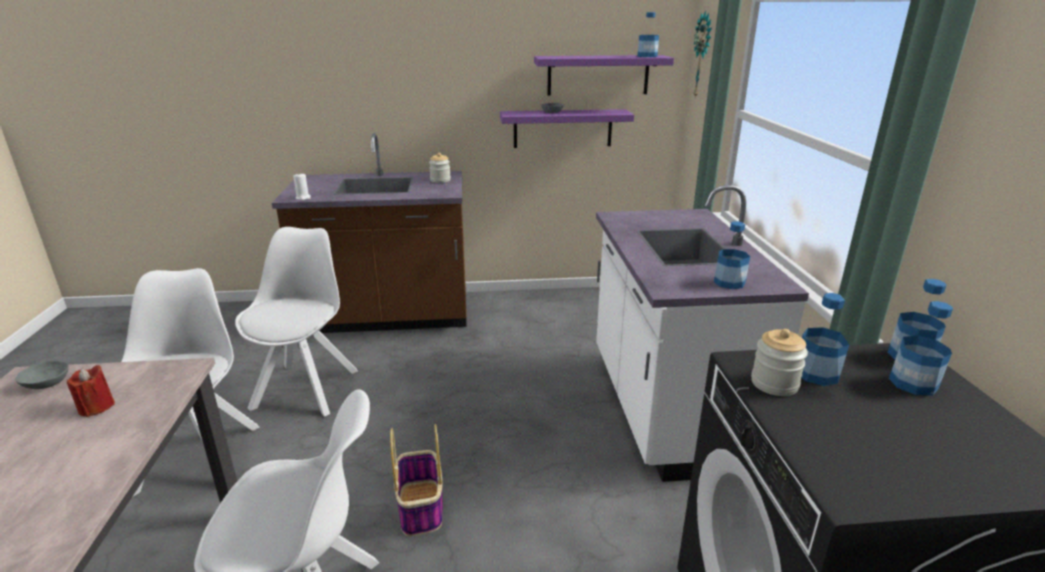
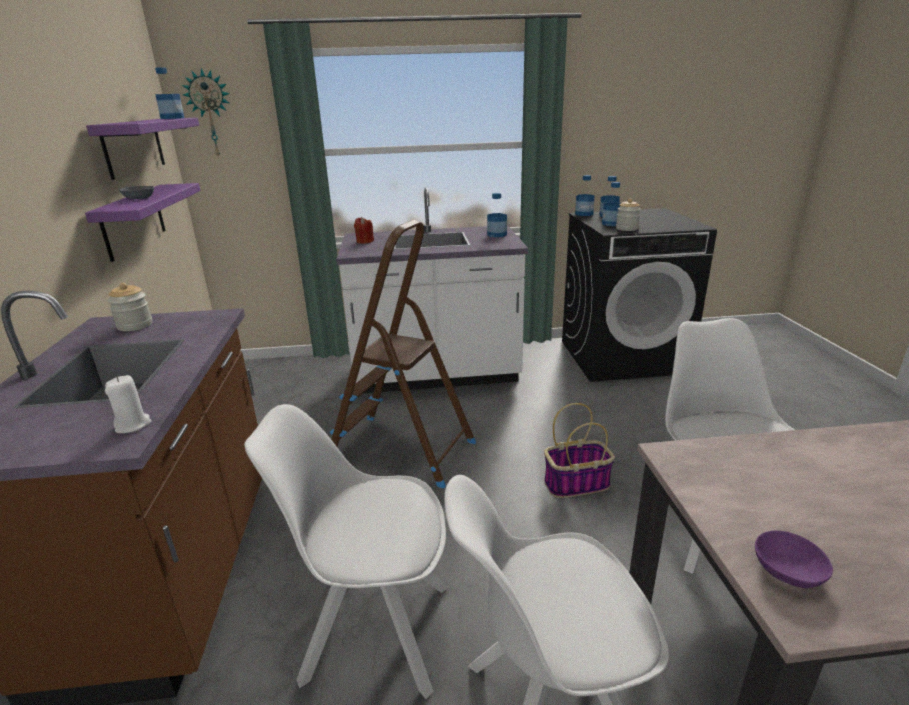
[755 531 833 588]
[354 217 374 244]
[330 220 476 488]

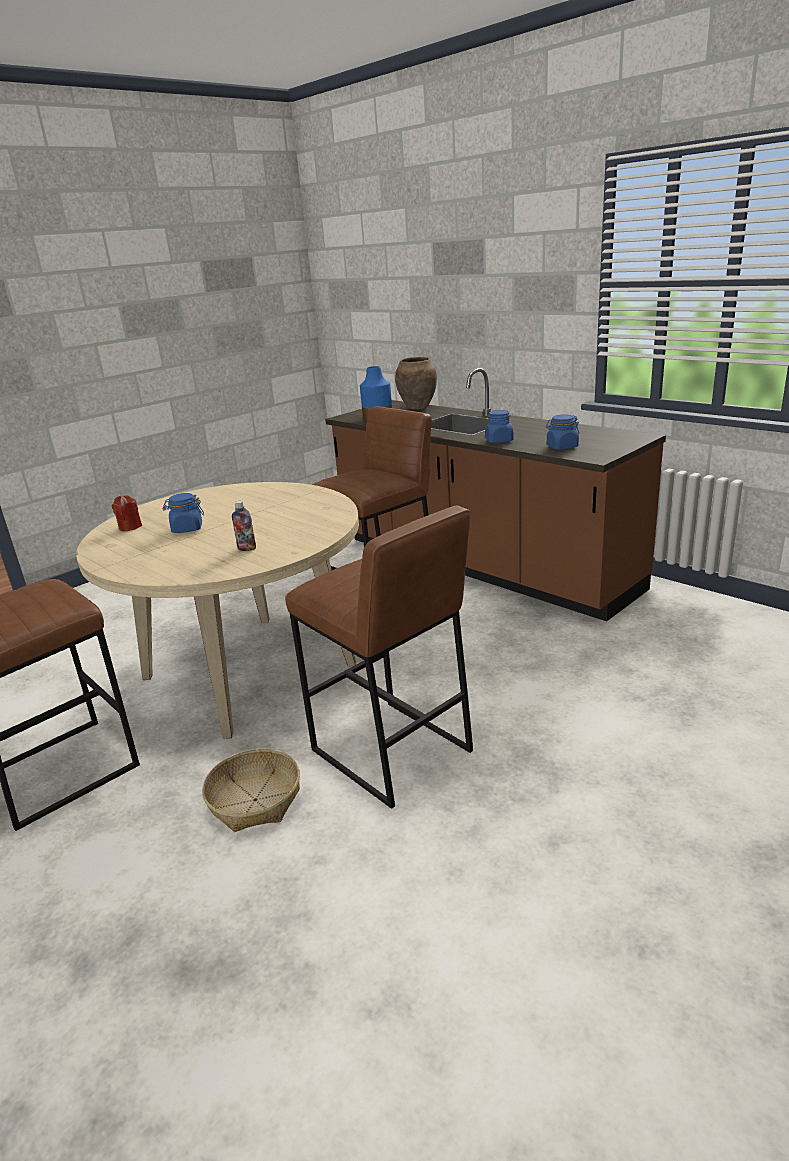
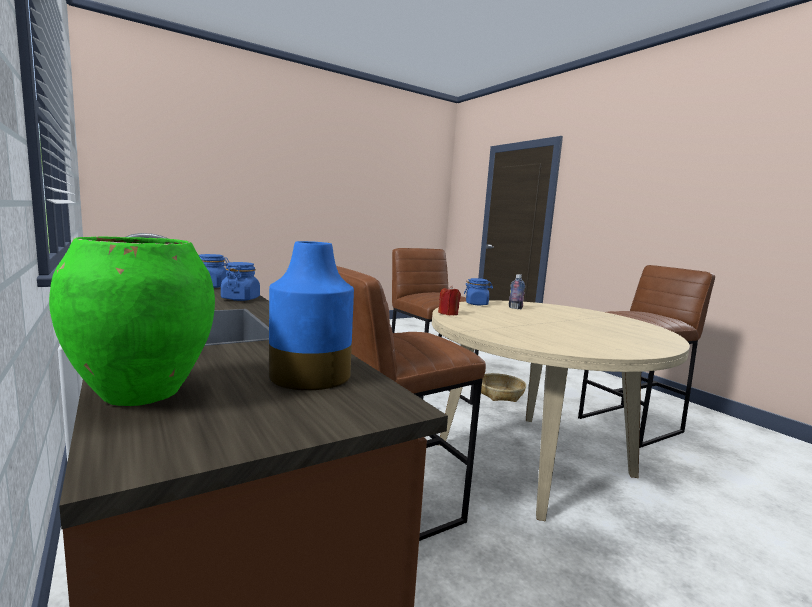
[438 286 461 315]
[464 278 493 305]
[49 237 215 406]

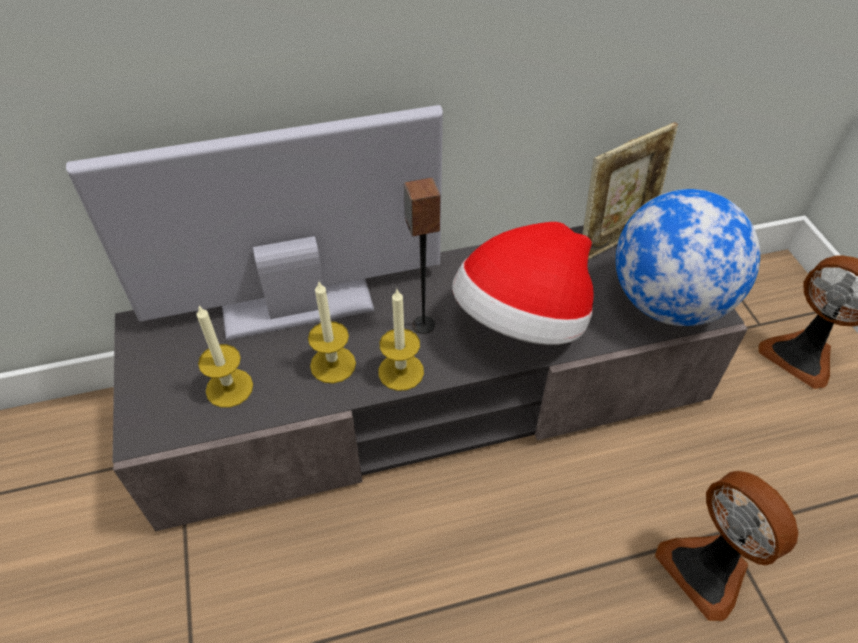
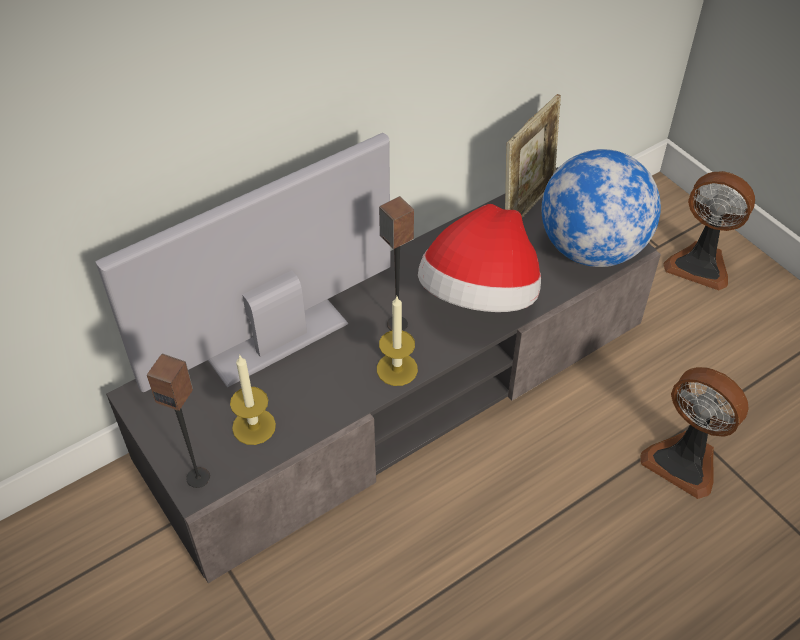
[308 282 356 383] (first image)
[147 353 210 488]

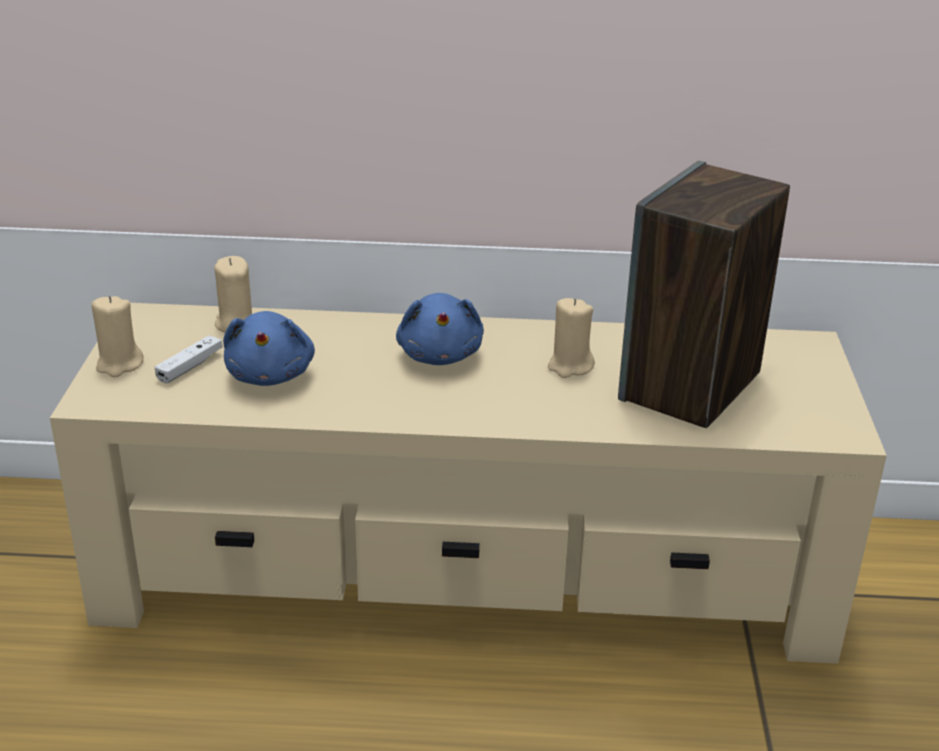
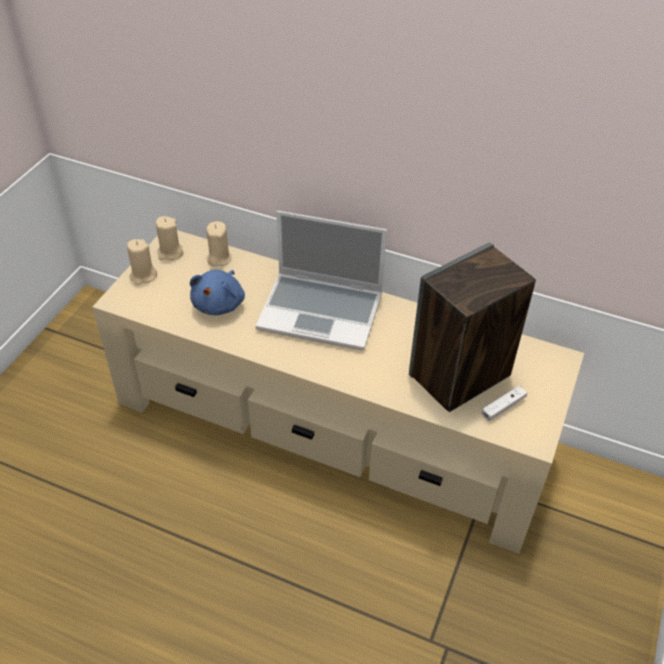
[482 386 527 421]
[256 211 387 351]
[156 216 183 260]

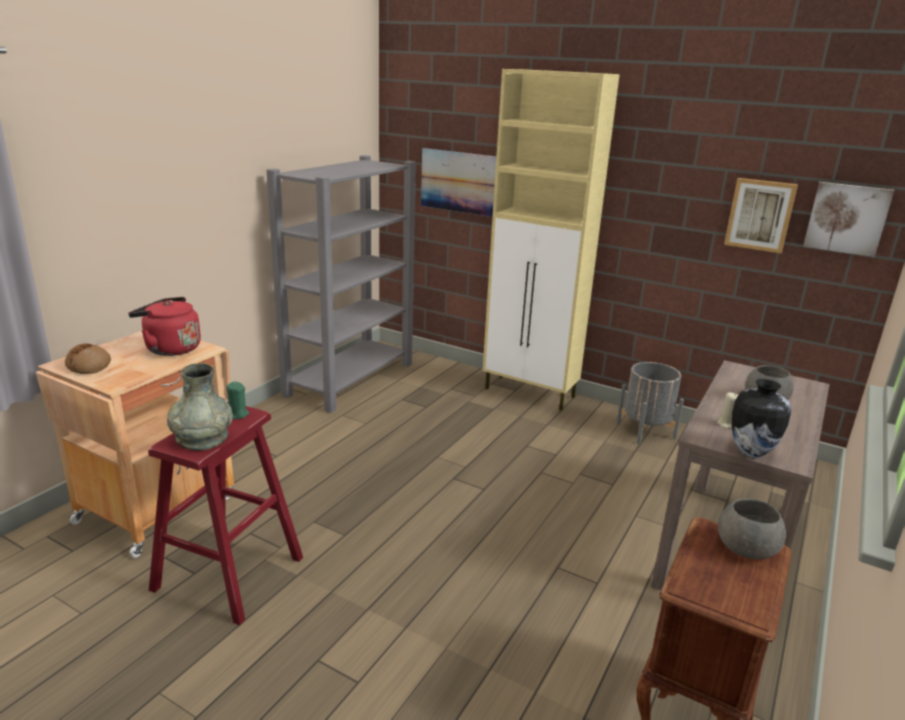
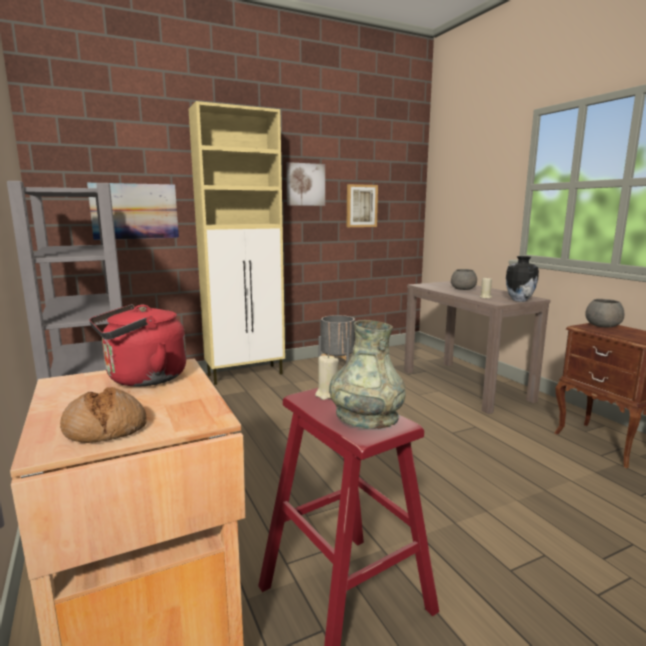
[315 354 339 400]
[286 162 325 206]

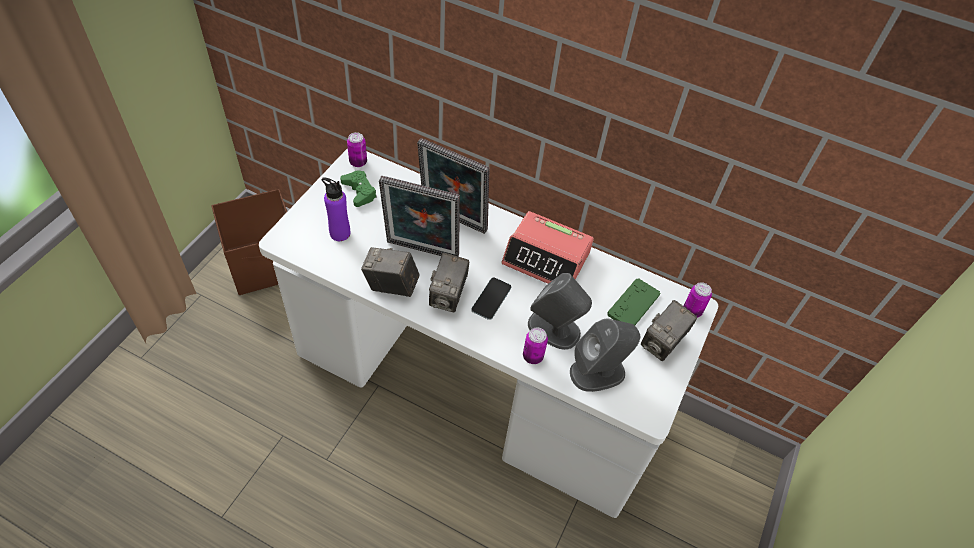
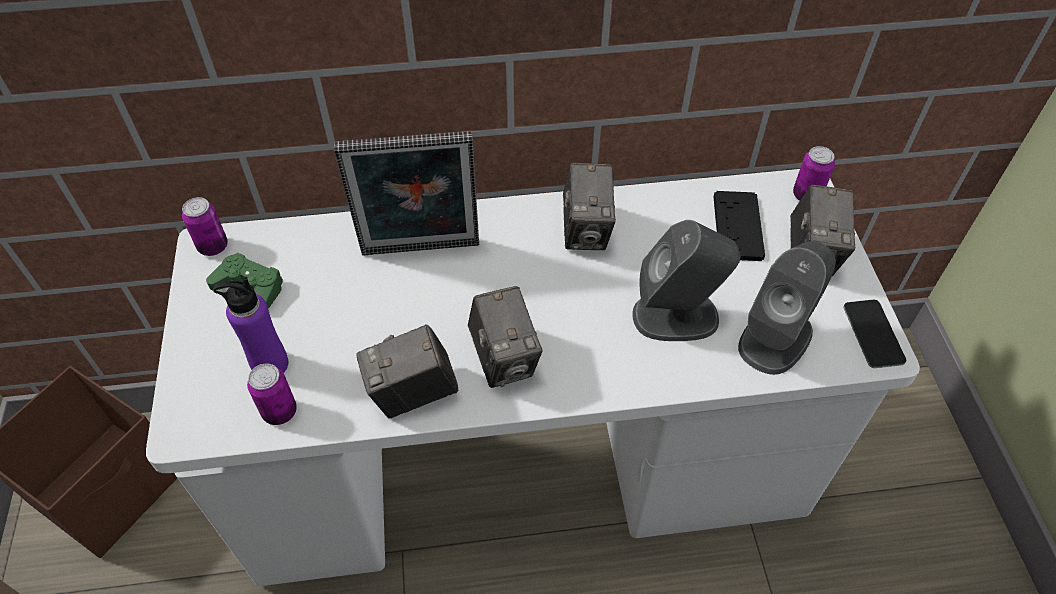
[379 176 460 257] (first image)
[843 300 906 368]
[563 163 616 250]
[247 364 297 425]
[713 191 765 261]

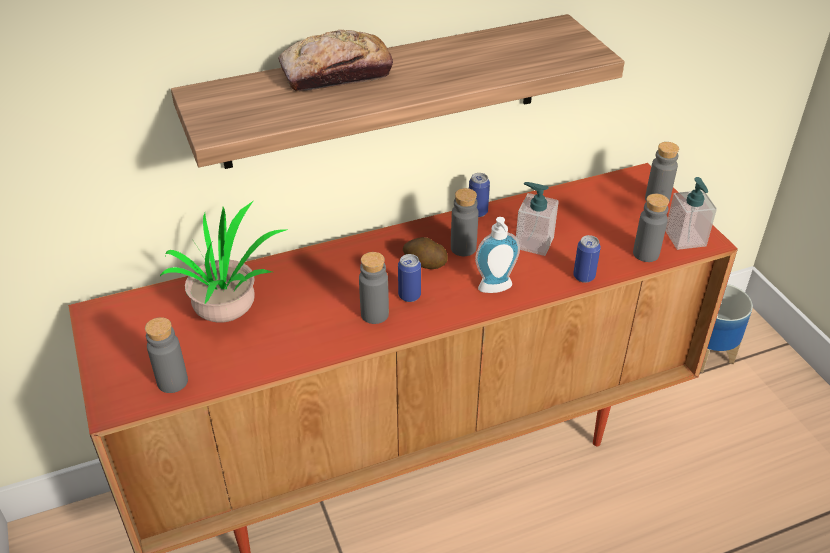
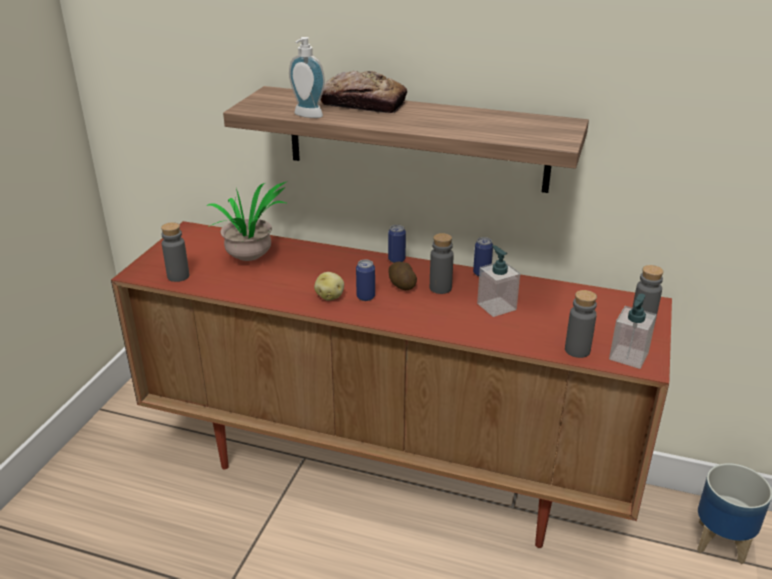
[314 272 344 300]
[289 37 325 118]
[388 225 406 263]

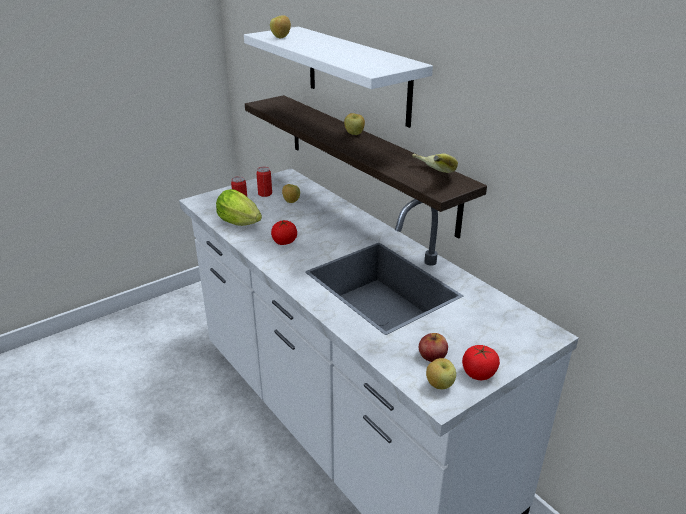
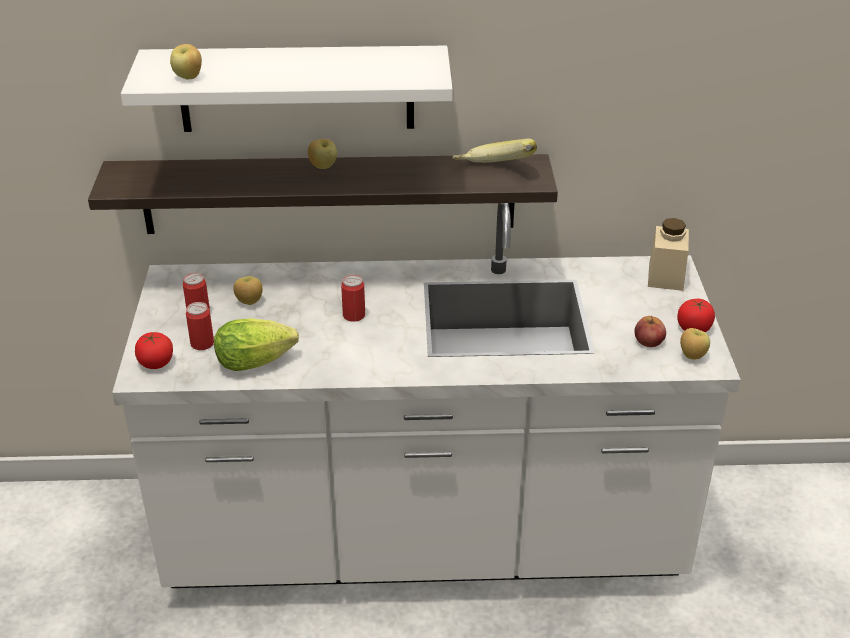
[135 332 173 369]
[341 275 365 322]
[648 218 689 291]

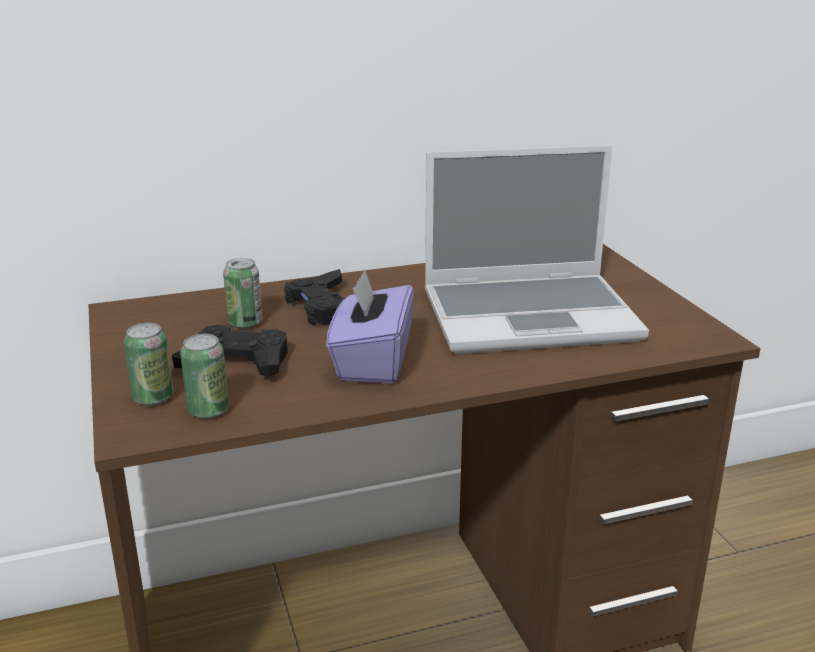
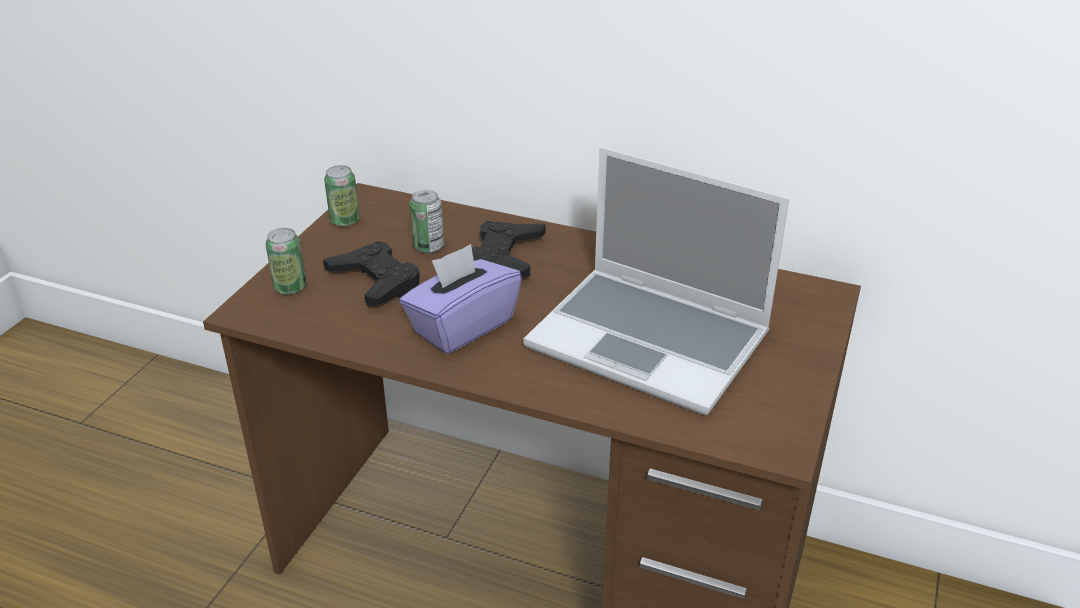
[324 165 360 227]

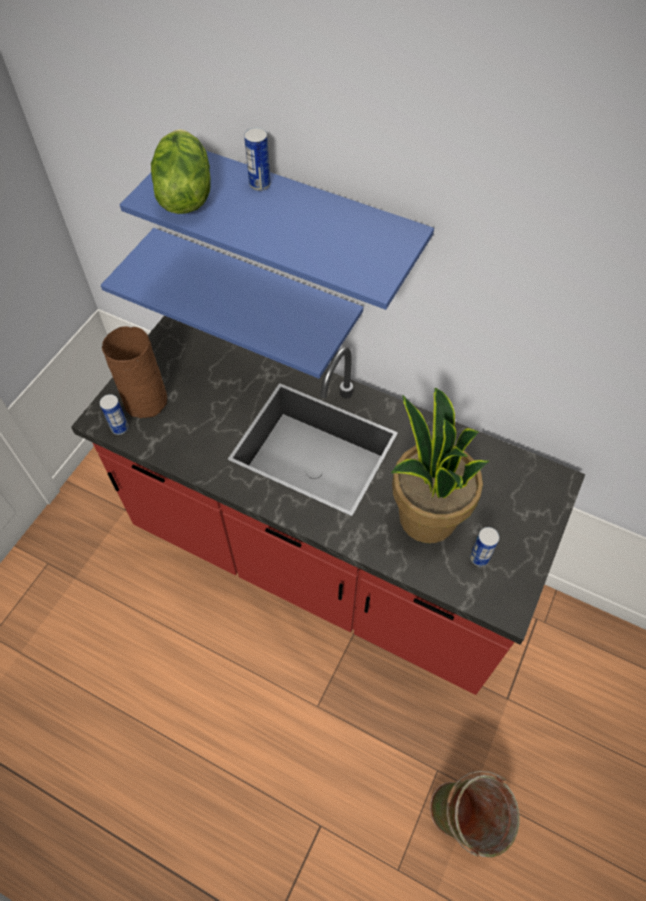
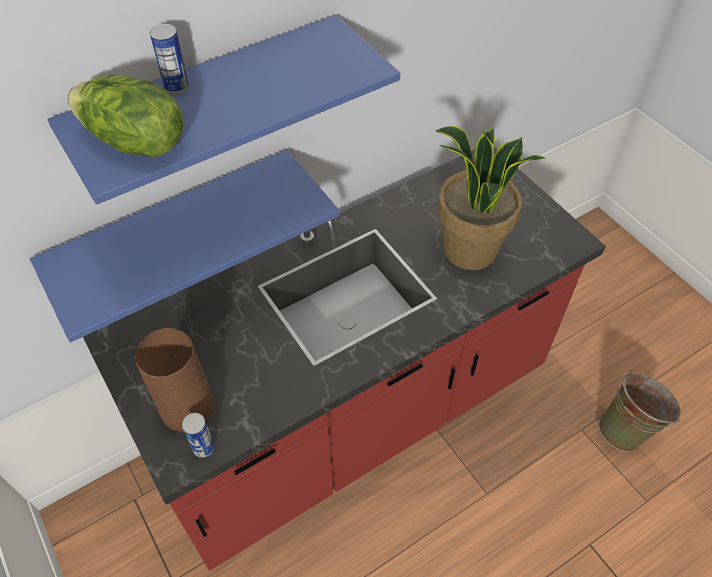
[470 527 499 566] (first image)

